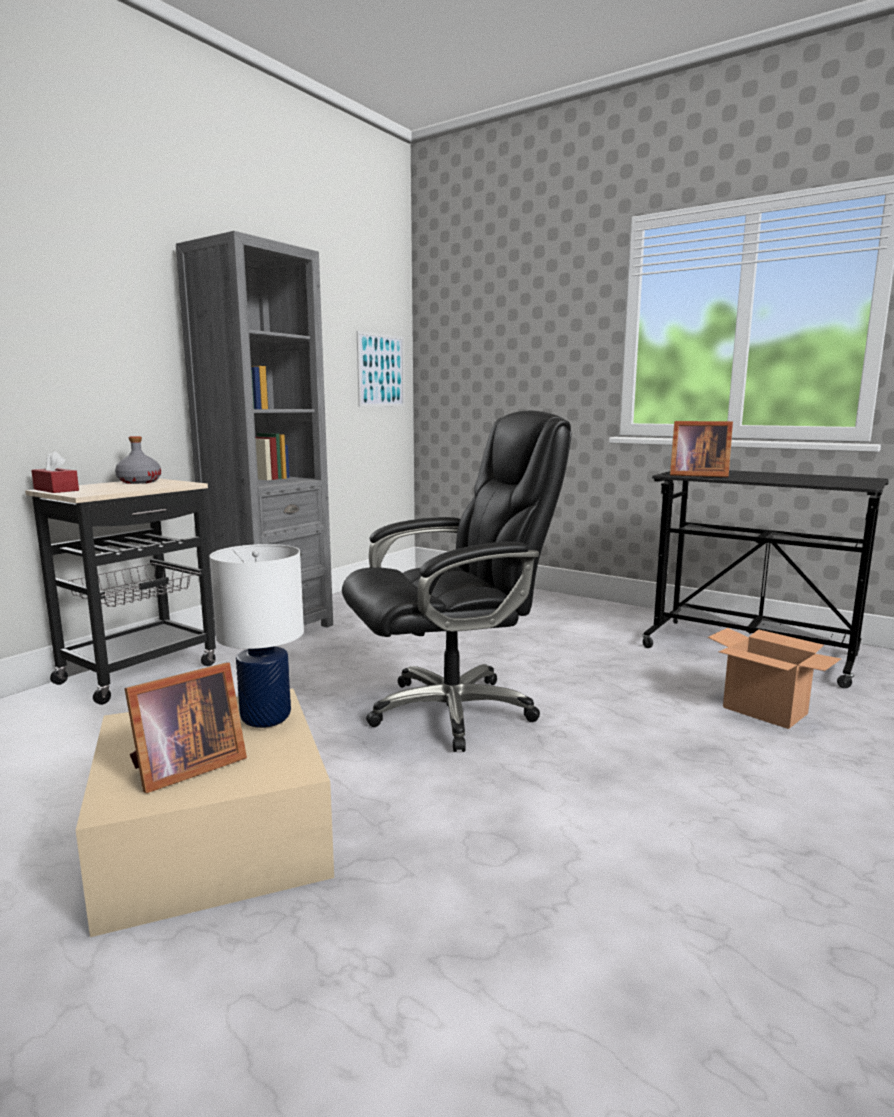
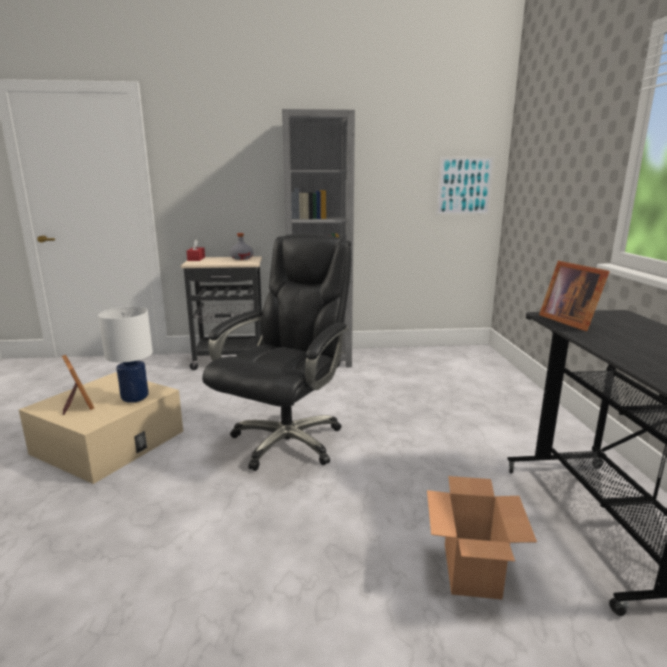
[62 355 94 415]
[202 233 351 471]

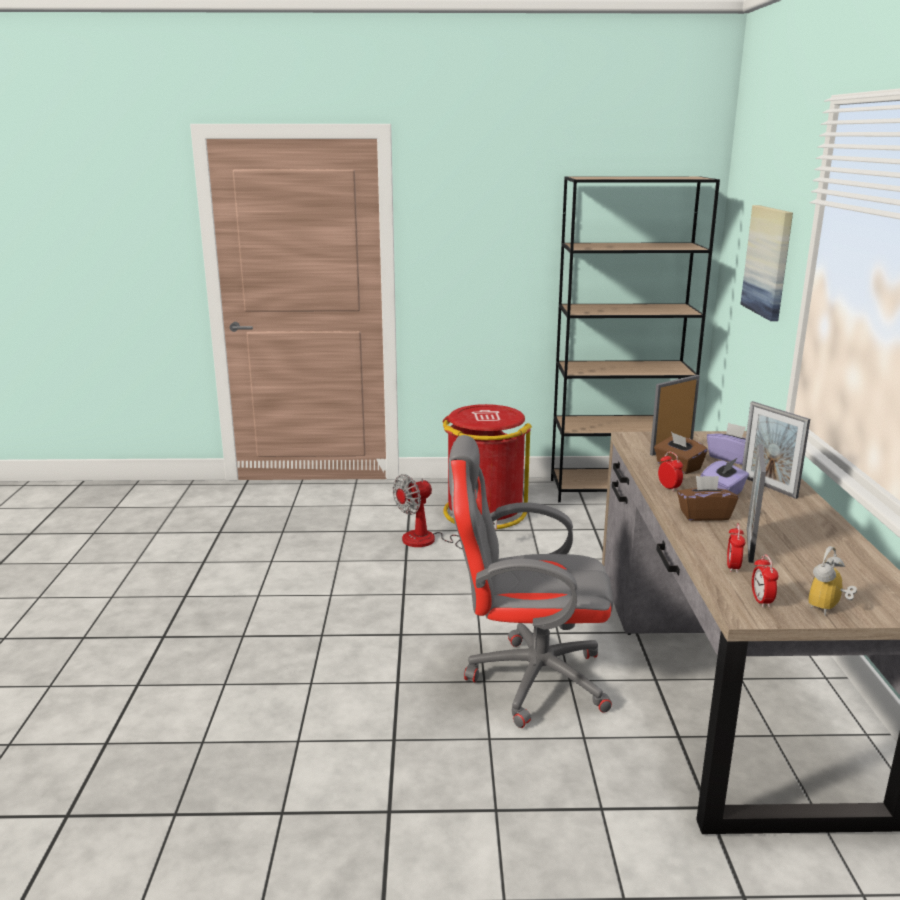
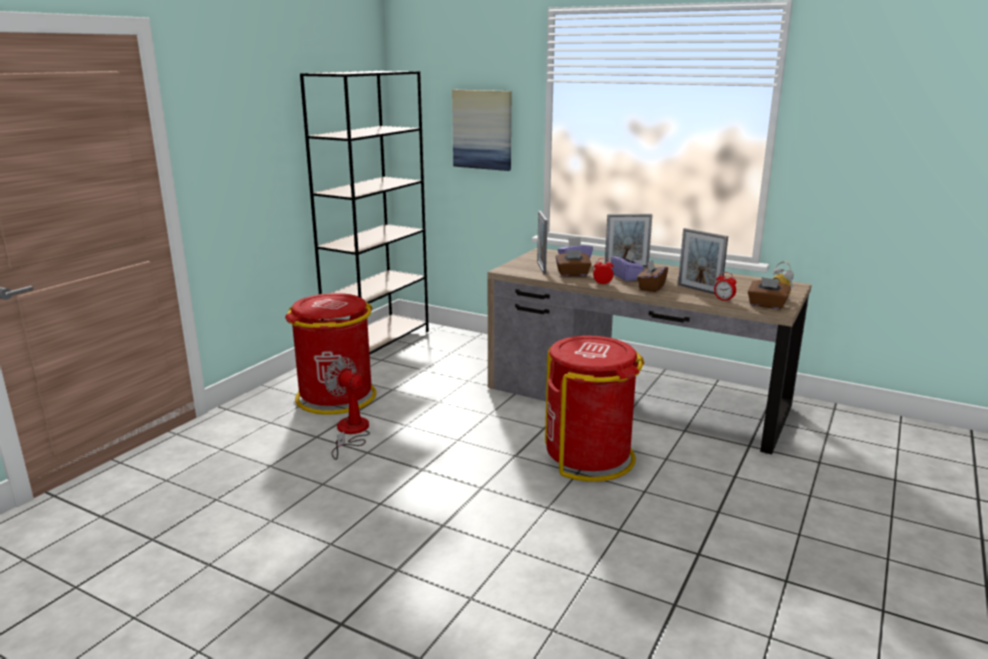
[324 357 370 460]
[545 336 645 482]
[748 277 791 310]

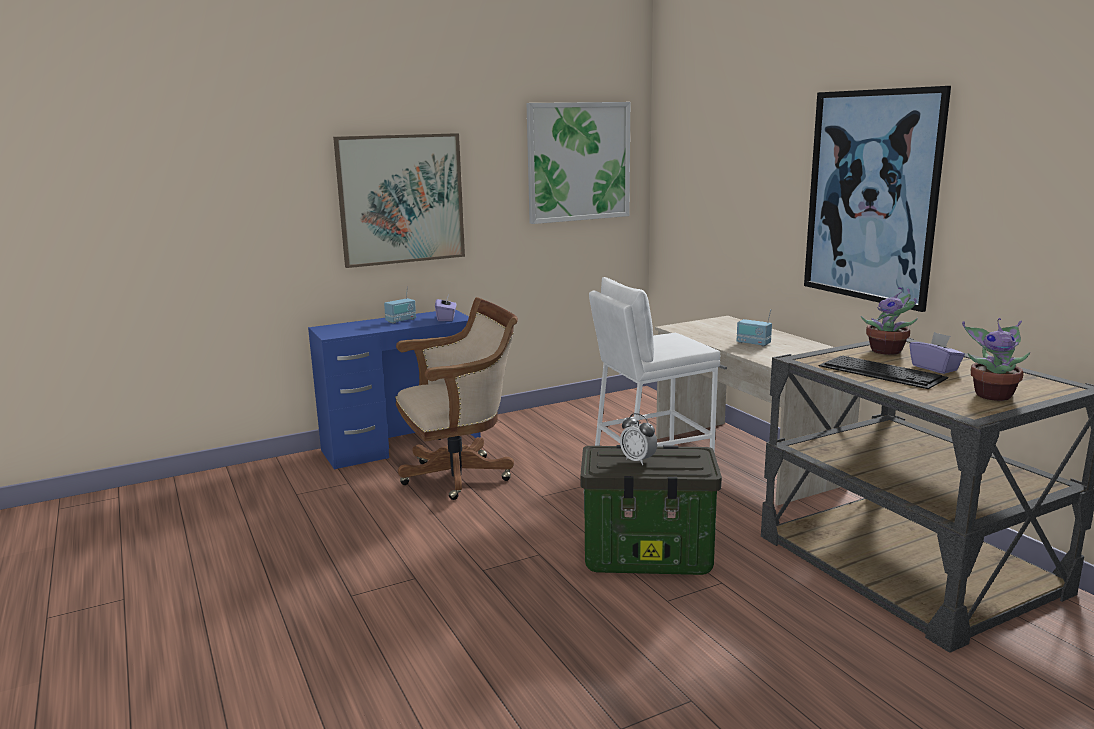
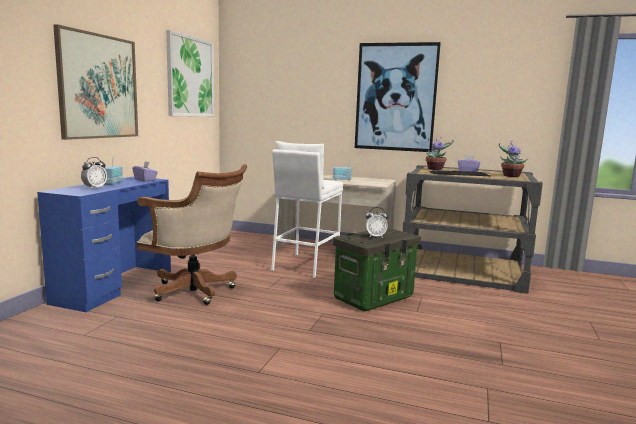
[137 164 247 305]
[81 157 107 190]

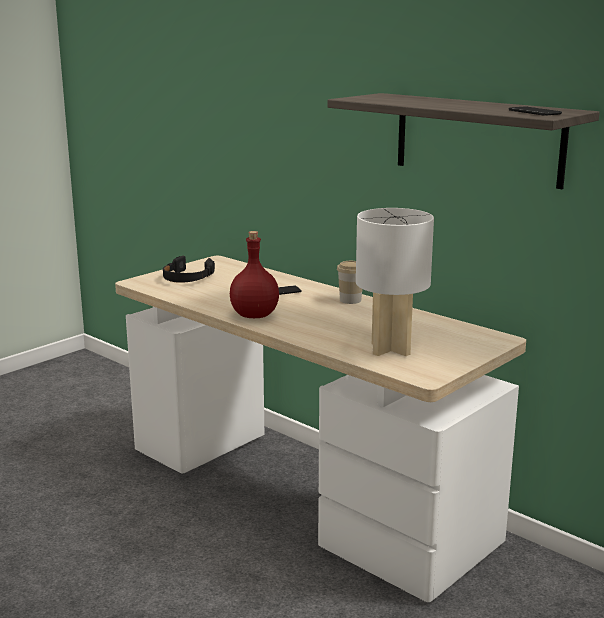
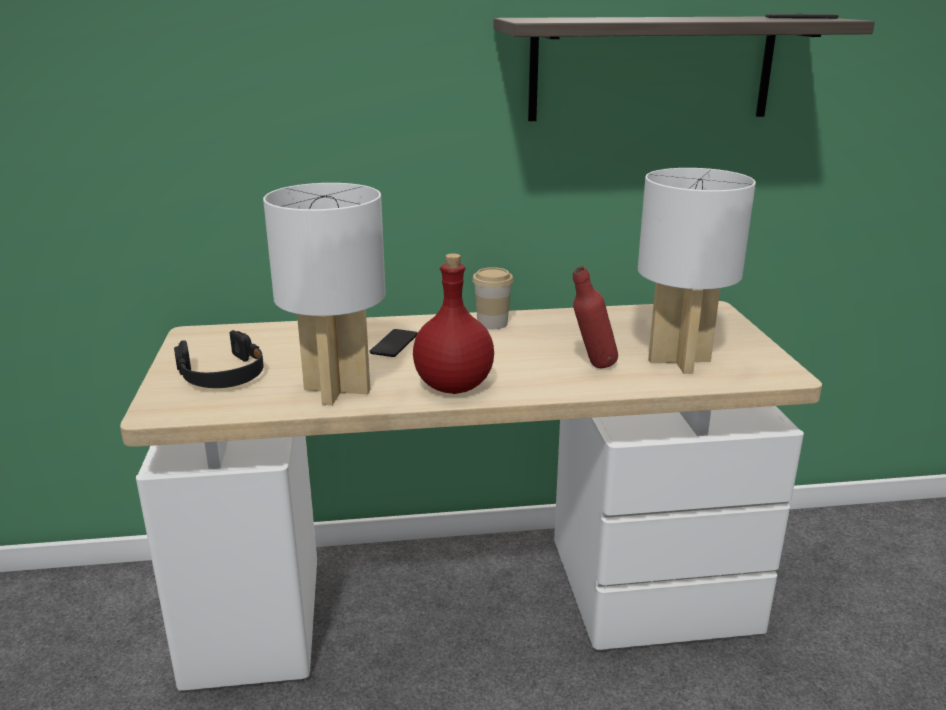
[263 183 386 405]
[573 266 618 368]

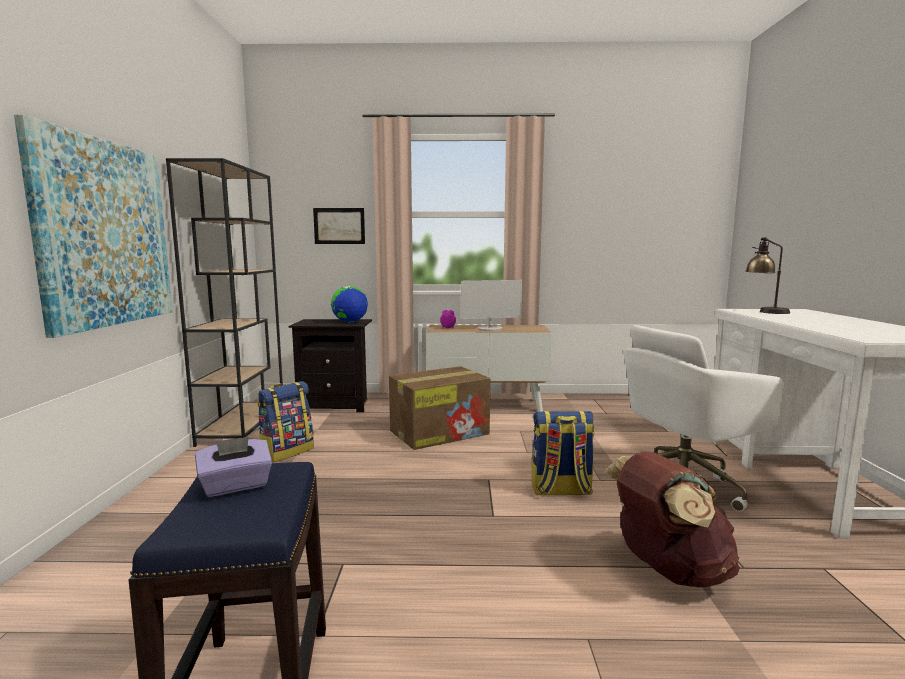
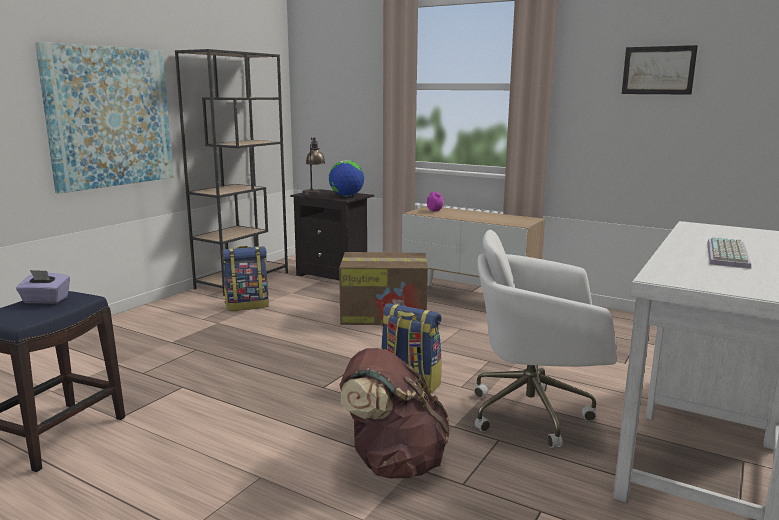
[622 45 698 95]
[461 280 522 331] (first image)
[302 137 325 195]
[707 237 751 269]

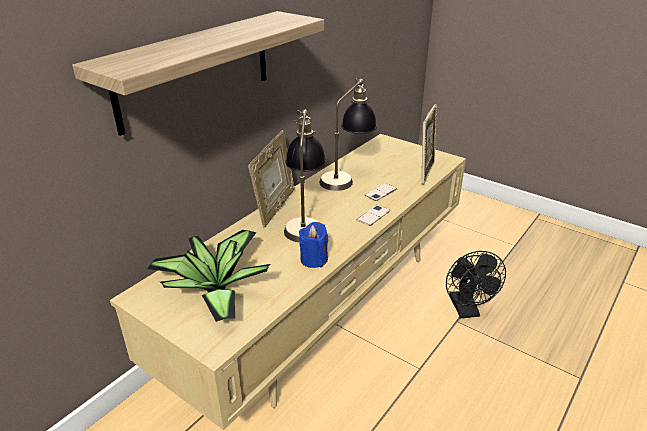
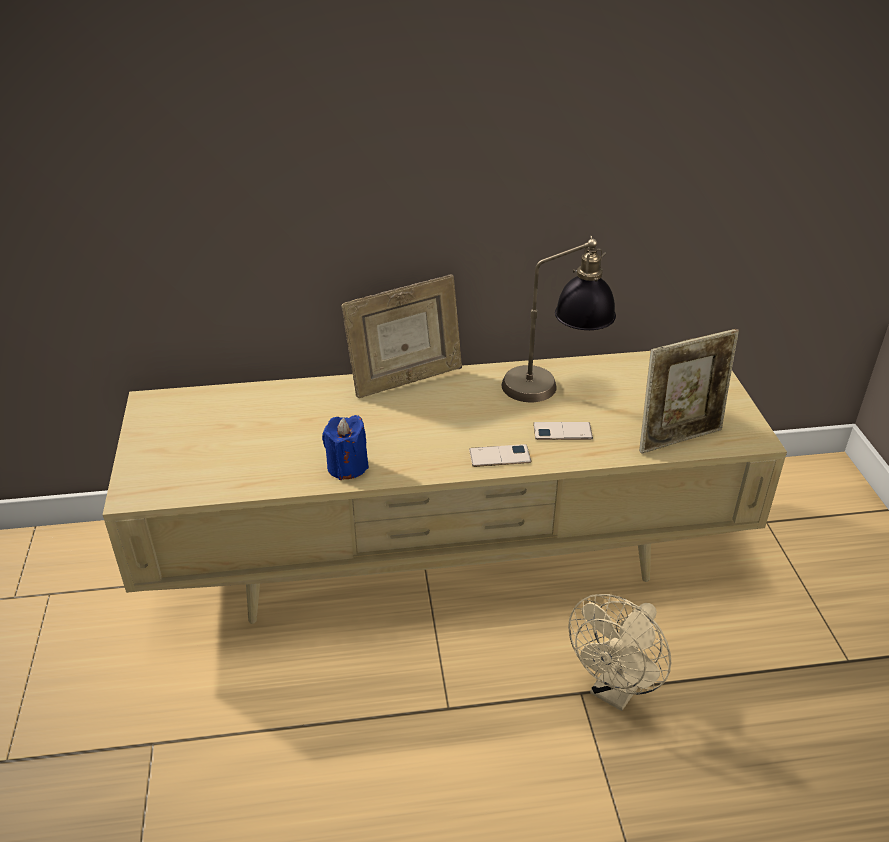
[72 11 324 136] (first image)
[147 230 270 322] (first image)
[284 109 326 243] (first image)
[568 594 671 711]

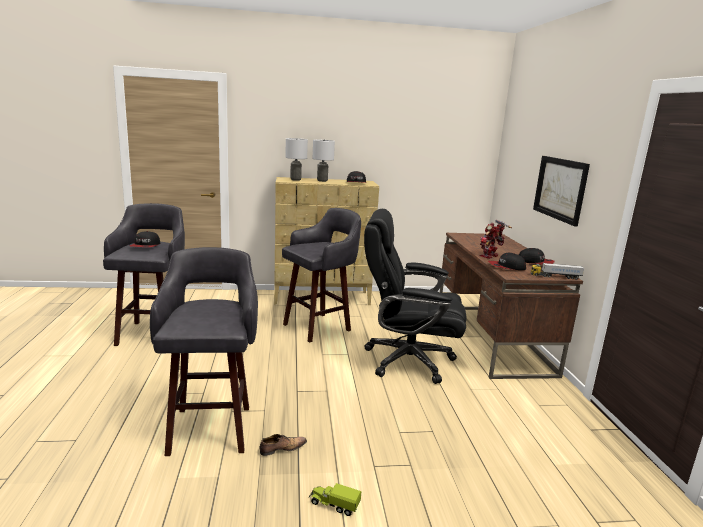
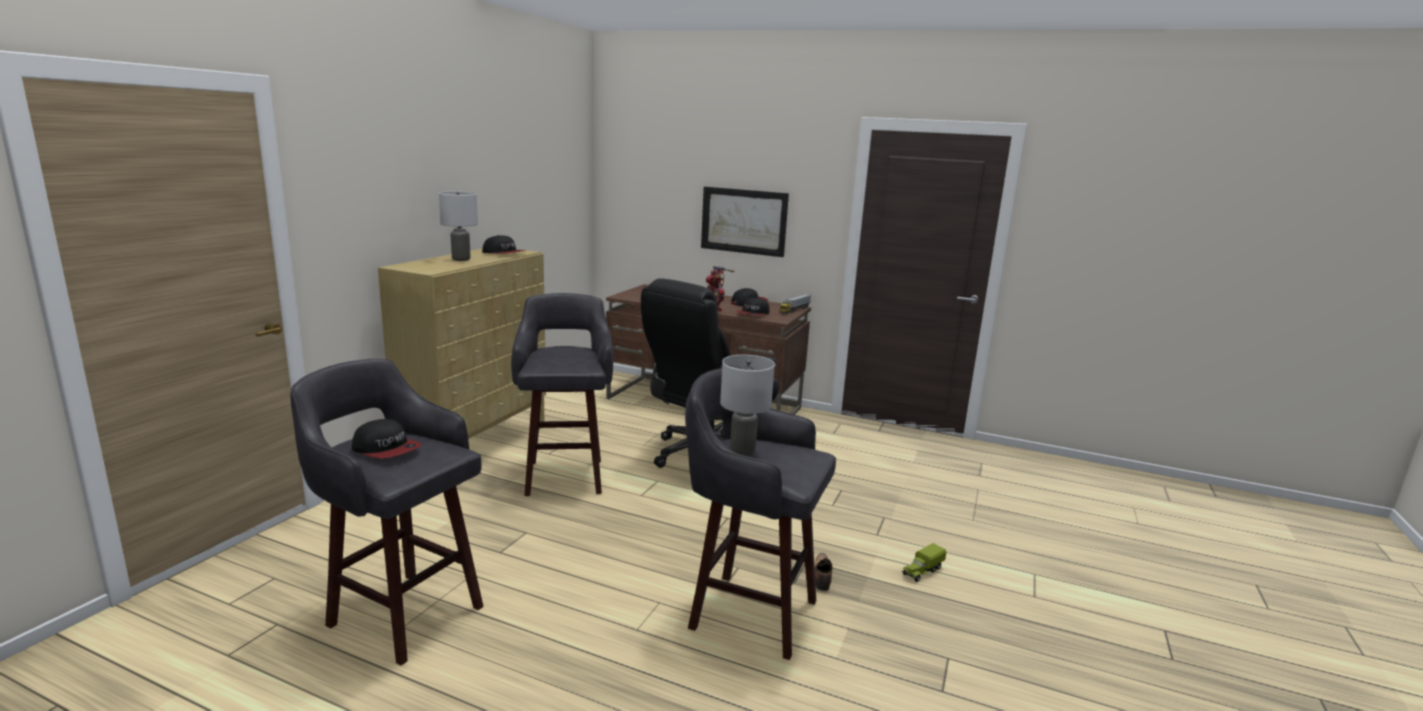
[720 355 775 456]

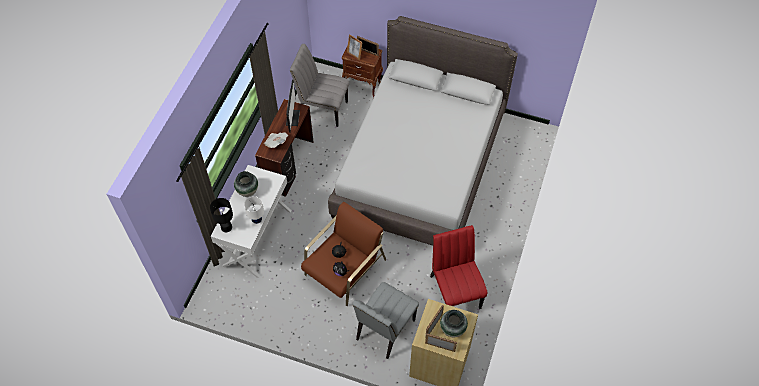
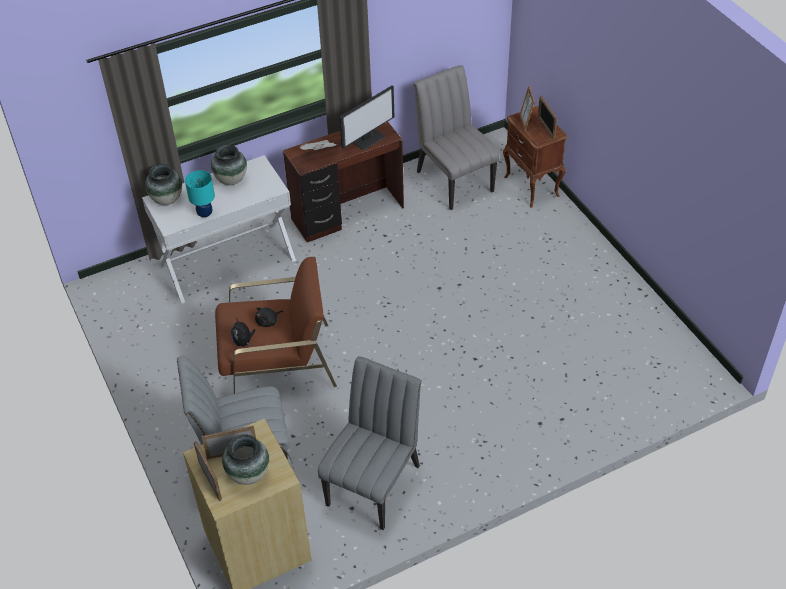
[145 164 182 205]
[185 170 215 217]
[328 16 518 246] (first image)
[318 356 422 530]

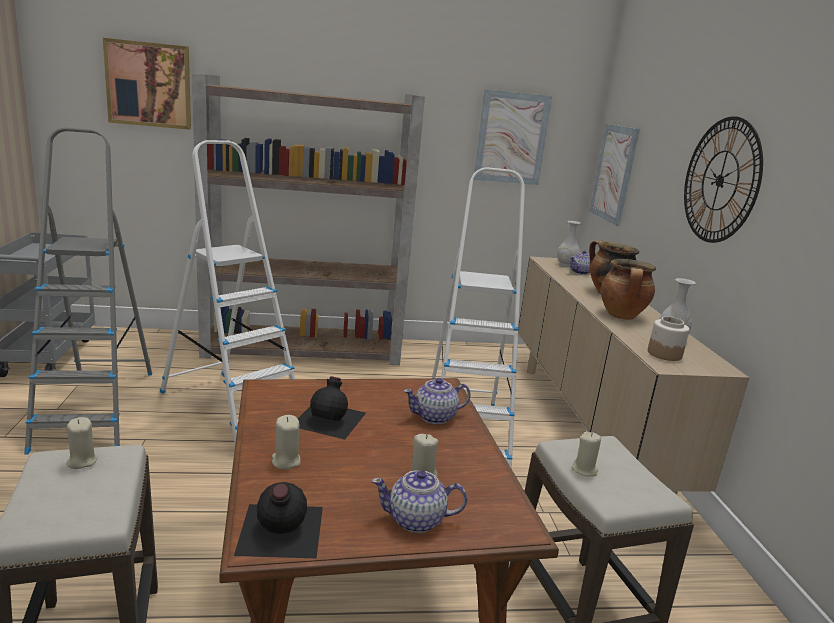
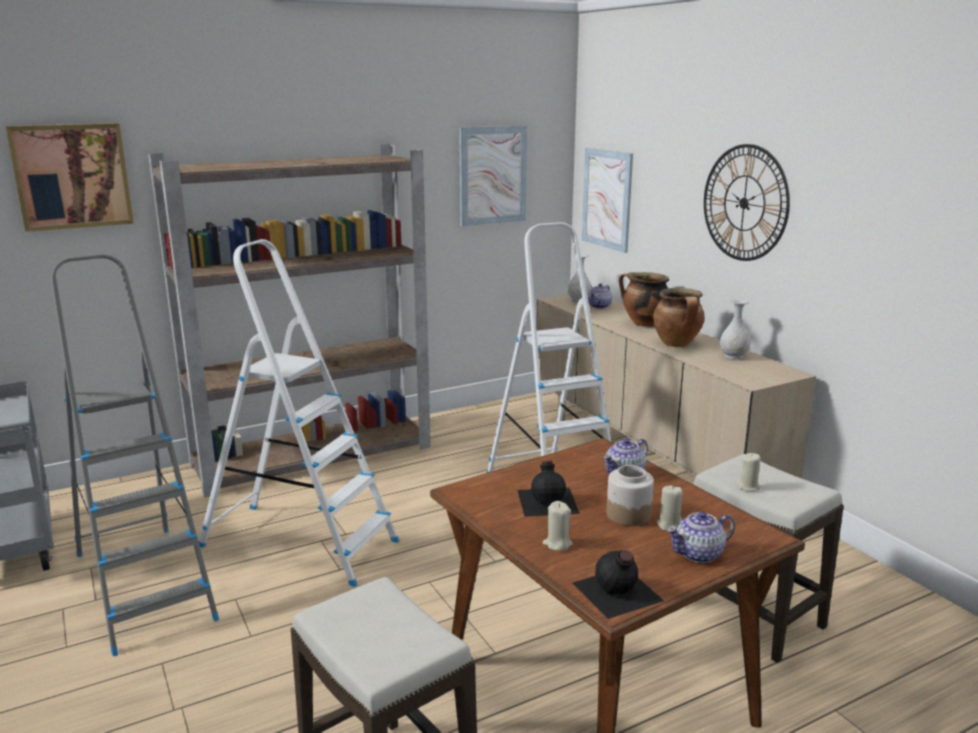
[67 417 98 469] (first image)
[606 465 654 526]

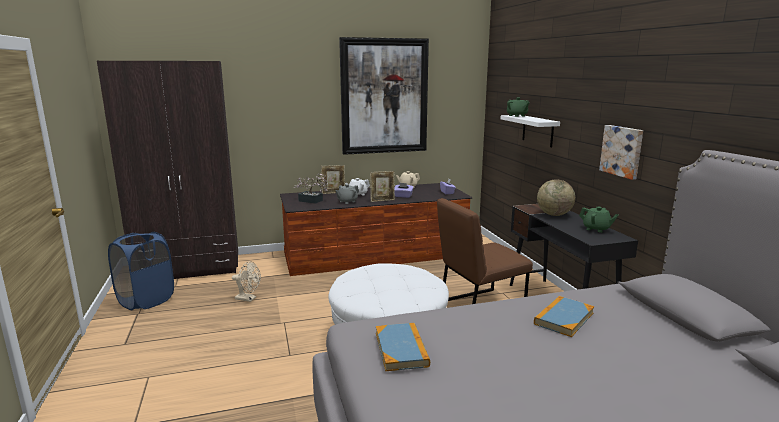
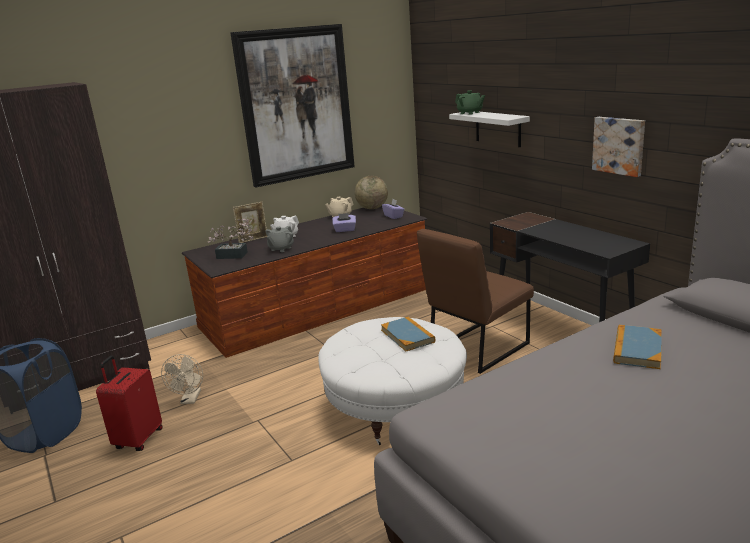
[161 354 203 404]
[370 171 395 202] (first image)
[381 317 435 351]
[355 176 388 209]
[579 207 619 233] (first image)
[96 355 163 451]

